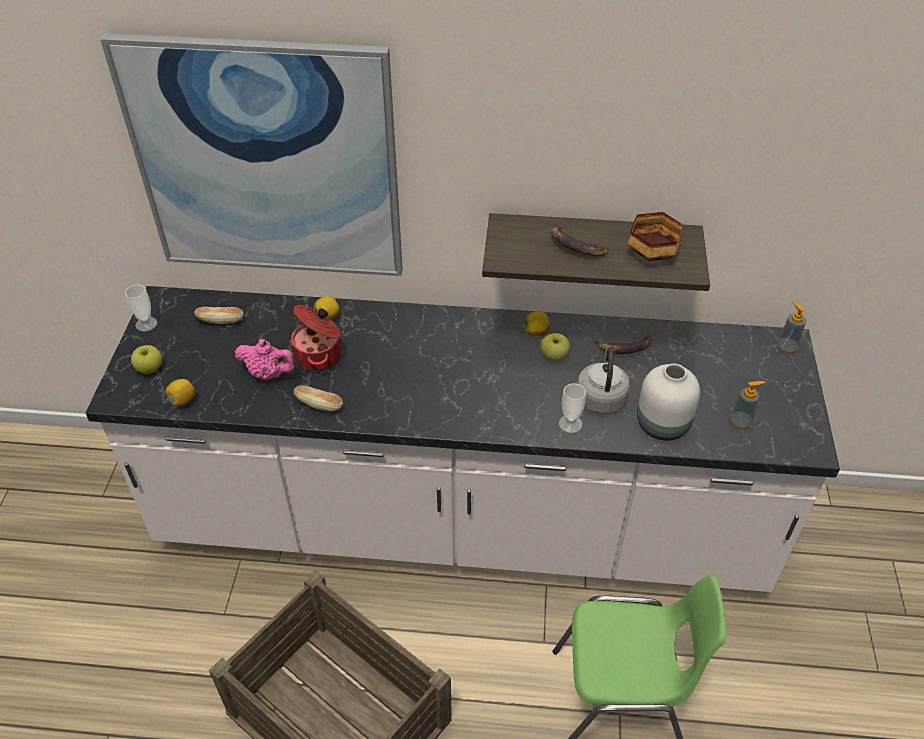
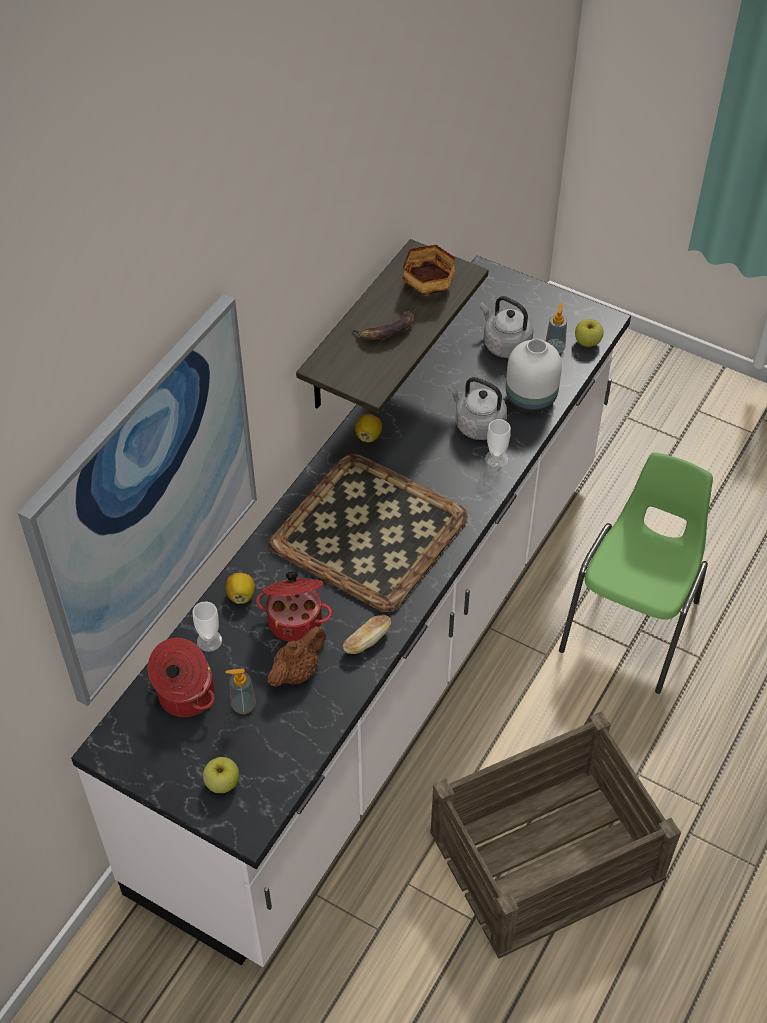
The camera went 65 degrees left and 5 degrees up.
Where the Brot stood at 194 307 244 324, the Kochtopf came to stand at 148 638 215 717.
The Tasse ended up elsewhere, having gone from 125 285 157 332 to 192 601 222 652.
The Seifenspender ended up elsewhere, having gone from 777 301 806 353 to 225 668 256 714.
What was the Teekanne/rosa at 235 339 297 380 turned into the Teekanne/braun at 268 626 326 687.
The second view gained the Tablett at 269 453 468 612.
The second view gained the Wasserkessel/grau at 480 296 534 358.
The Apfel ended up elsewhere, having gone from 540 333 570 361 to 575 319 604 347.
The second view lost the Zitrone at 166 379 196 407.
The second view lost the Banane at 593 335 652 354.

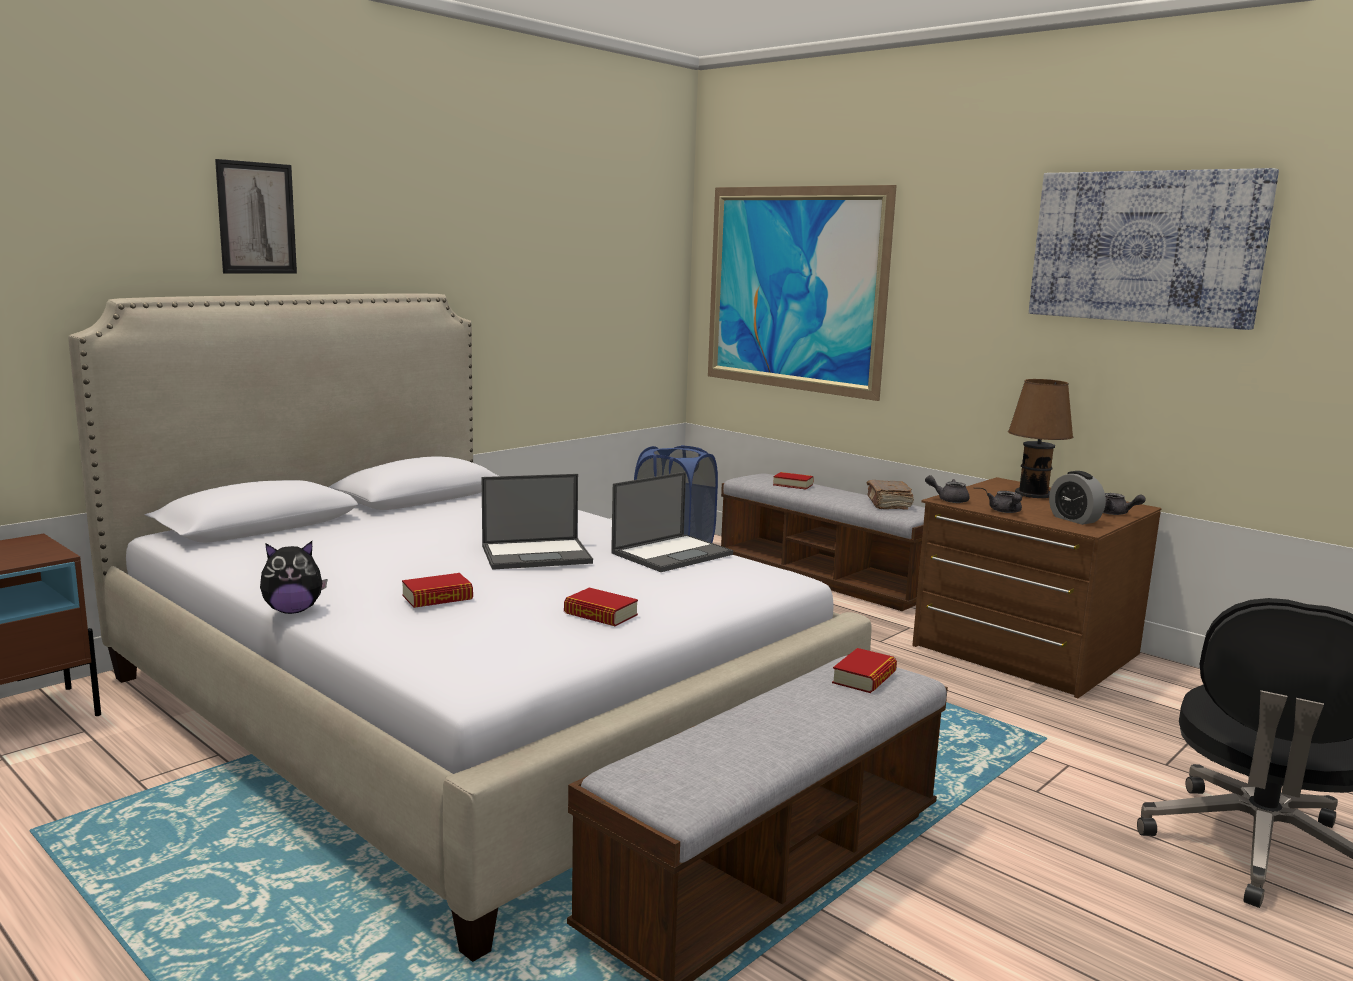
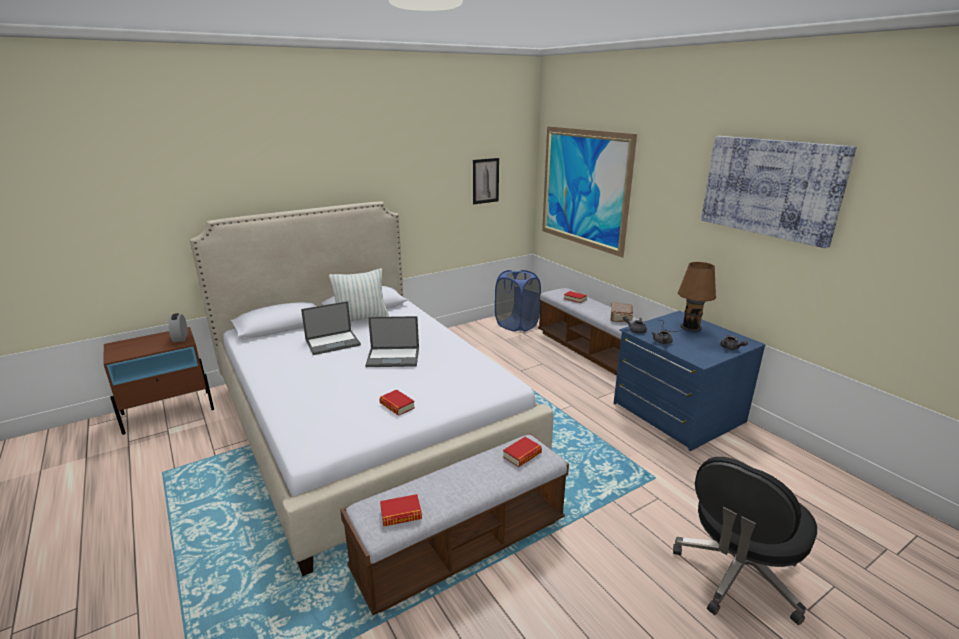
The camera went 15 degrees right and 10 degrees up.
The Wecker ended up elsewhere, having gone from 1049 471 1106 525 to 168 313 188 343.
The Laptop ended up elsewhere, having gone from 611 472 733 572 to 301 301 361 355.
The second view gained the Kissen at 329 269 389 322.
The Buch ended up elsewhere, having gone from 402 573 473 608 to 380 494 422 527.
The Bild ended up elsewhere, having gone from 215 159 297 274 to 473 158 499 204.
What was the Kommode/braun at 912 477 1162 698 turned into the Kommode/blau at 614 311 766 451.
The second view lost the Plüschtier at 260 541 327 614.

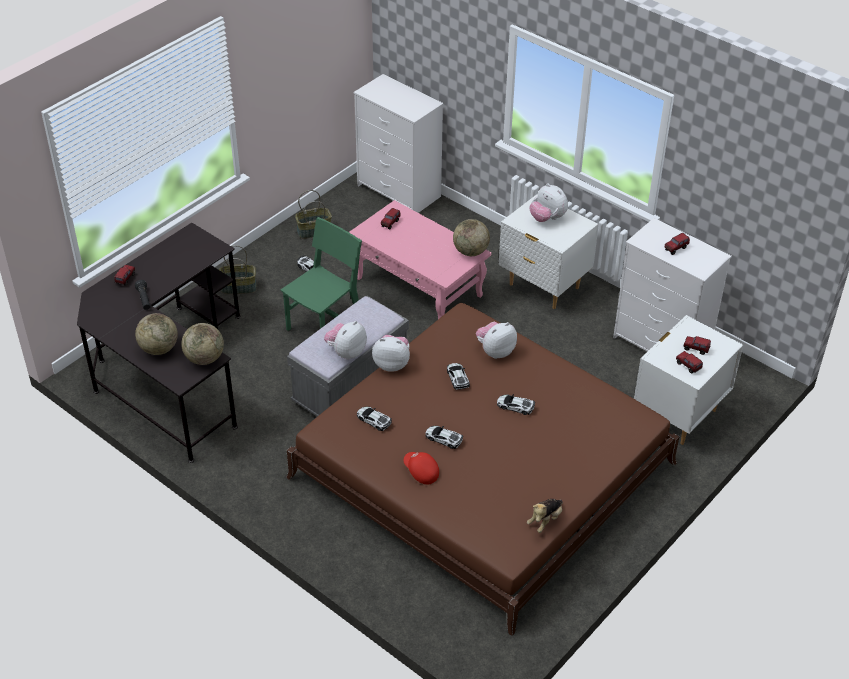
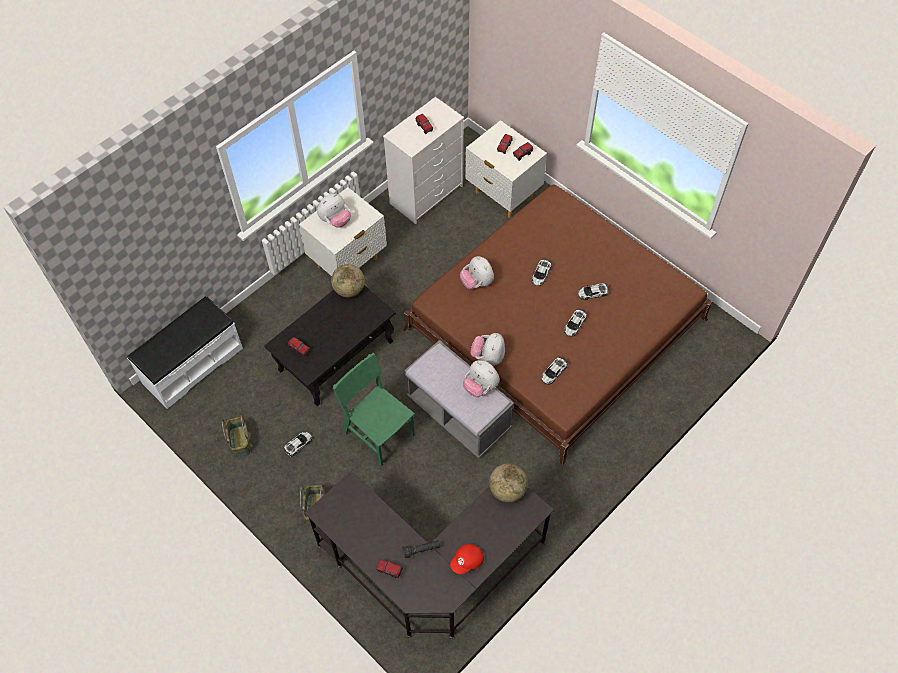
The camera went 85 degrees left and 15 degrees up.
Where the Kommode/weiß stood at 354 74 444 213, the Bank/weiß came to stand at 127 296 243 409.
What was the Couchtisch/rosa at 349 200 491 319 turned into the Couchtisch/schwarz at 264 285 396 406.
The Kappe/rot ended up elsewhere, having gone from 403 452 439 485 to 450 544 484 574.
The Spielzeugauto ended up elsewhere, having gone from 447 363 470 390 to 578 283 609 300.
The second view lost the Globus at 135 313 178 355.
The second view lost the Plüschtier at 527 499 563 533.

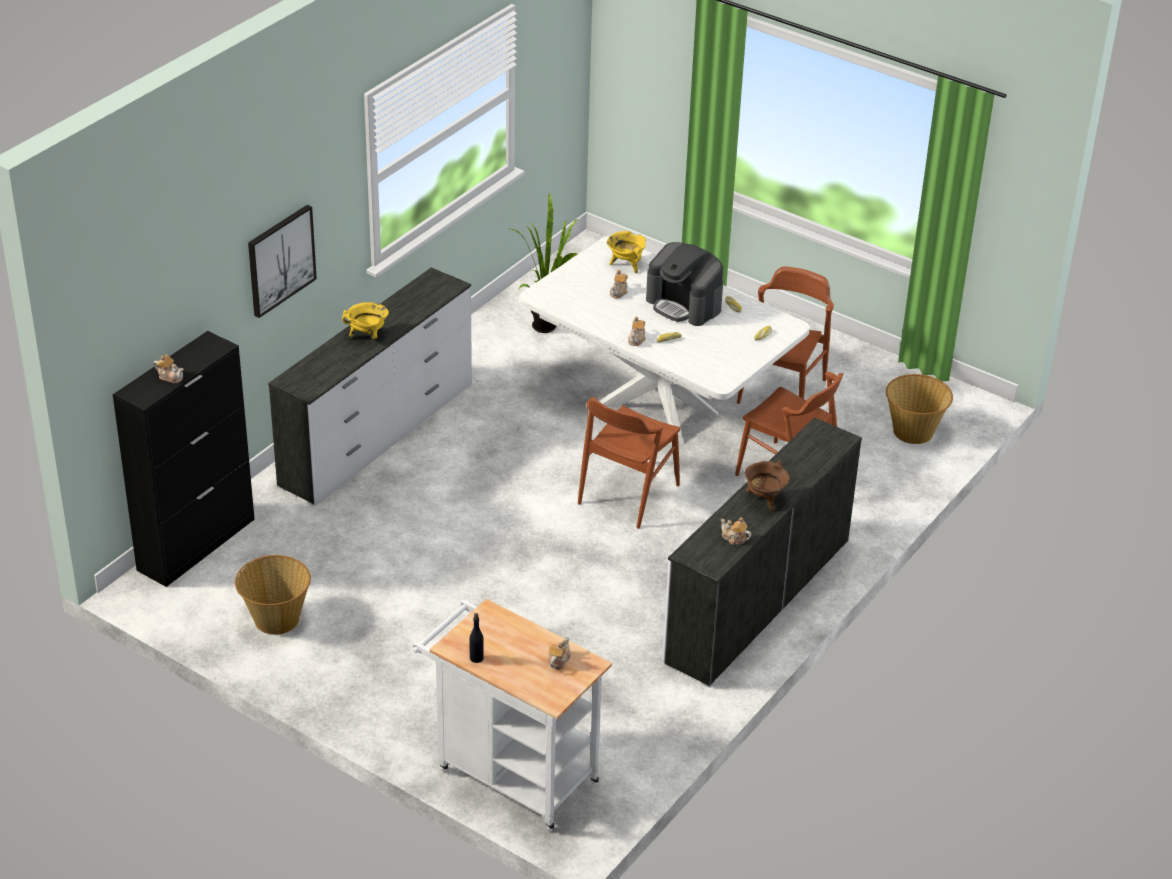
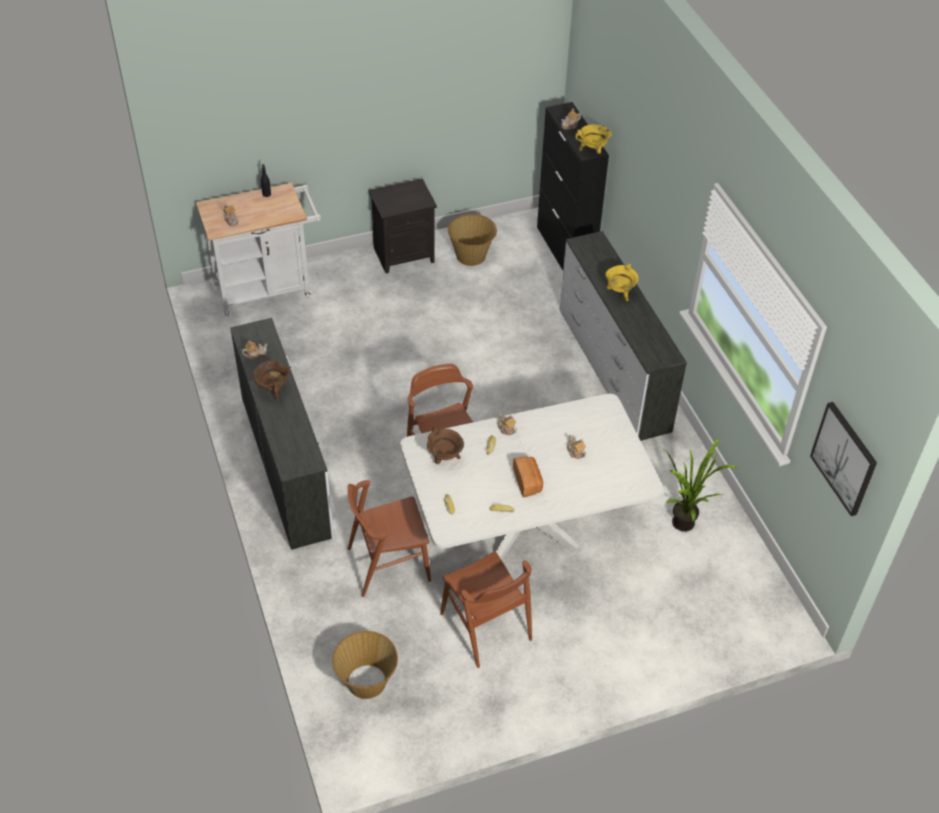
The camera went 125 degrees right and 10 degrees up.
The second view gained the Nachttisch/schwarz at 368 179 437 273.
The second view gained the Kochtopf/braun at 427 427 464 464.
Where the Kaffeemaschine stood at 646 242 723 326, the Brot came to stand at 513 456 543 497.
The Kochtopf/gelb ended up elsewhere, having gone from 607 231 646 273 to 575 124 612 154.
The Bild ended up elsewhere, having gone from 248 205 317 318 to 810 402 877 516.

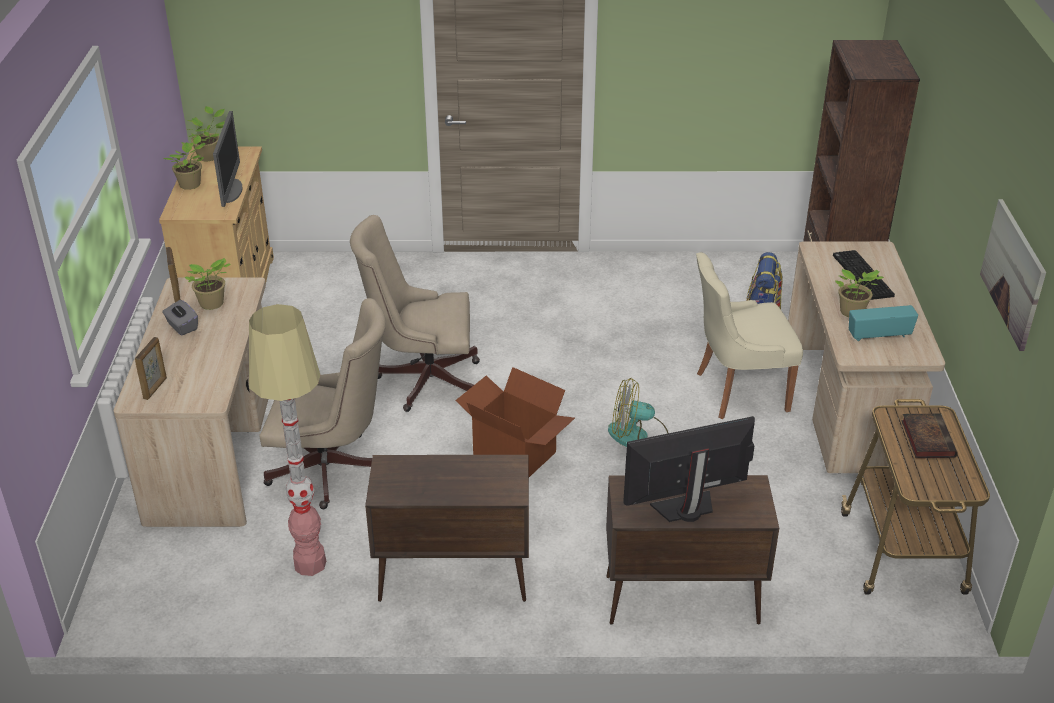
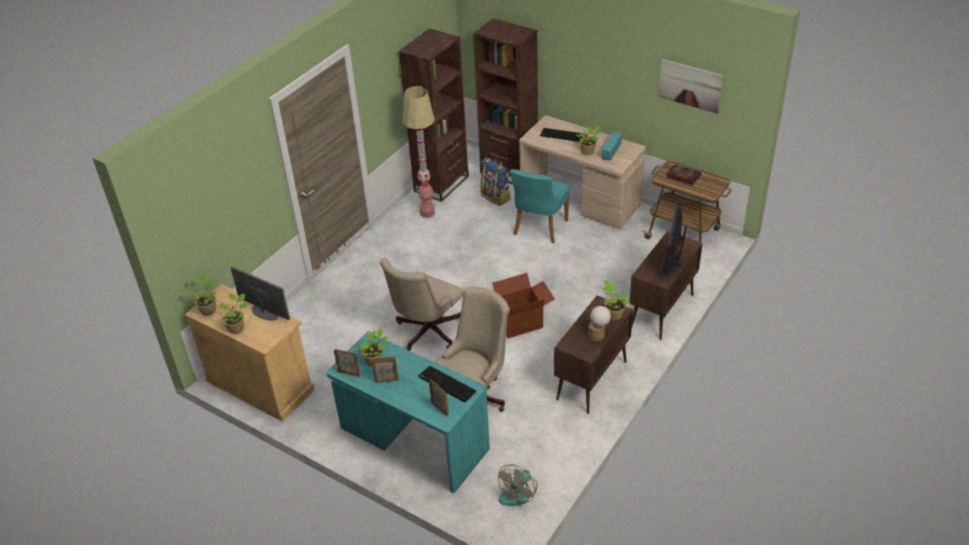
The camera went 55 degrees left and 5 degrees up.
What was the Schreibtisch/beige at 114 277 268 527 turned into the Schreibtisch/türkis at 327 333 490 493.
Where the Taschentuchbox/grau stood at 162 300 198 335, the Bilderrahmen came to stand at 372 357 398 383.
The second view gained the Bücherregal/braun at 399 29 469 202.
The Stehlampe ended up elsewhere, having gone from 249 304 326 576 to 403 86 435 218.
The second view gained the Tastatur at 418 366 476 403.
The Ventilator ended up elsewhere, having gone from 608 378 668 447 to 498 464 537 506.
What was the Stuhl/beige at 696 252 803 419 turned into the Stuhl/türkis at 509 169 570 244.
The second view gained the Tischlampe at 588 306 611 341.
The second view gained the Topfpflanze at 603 280 630 321.

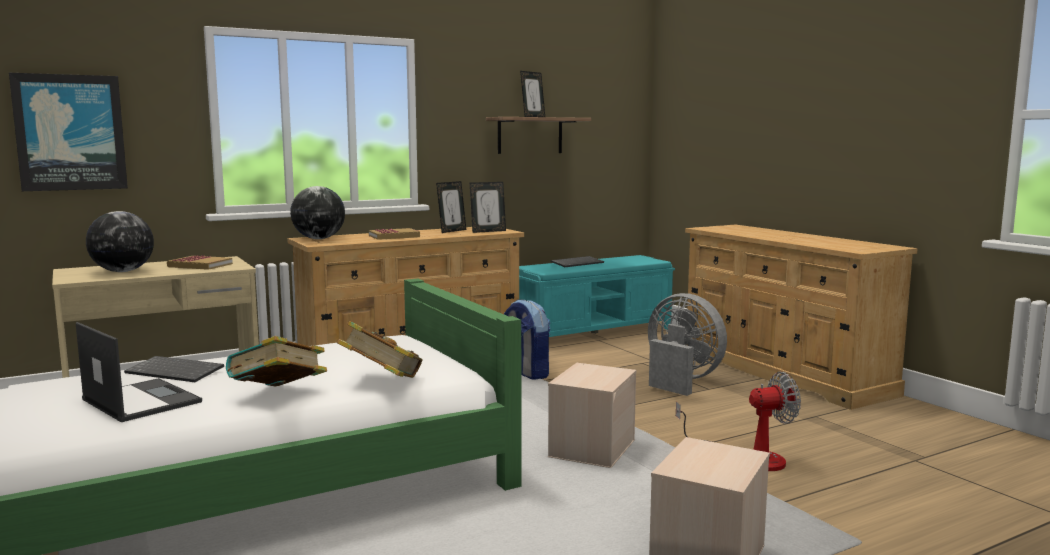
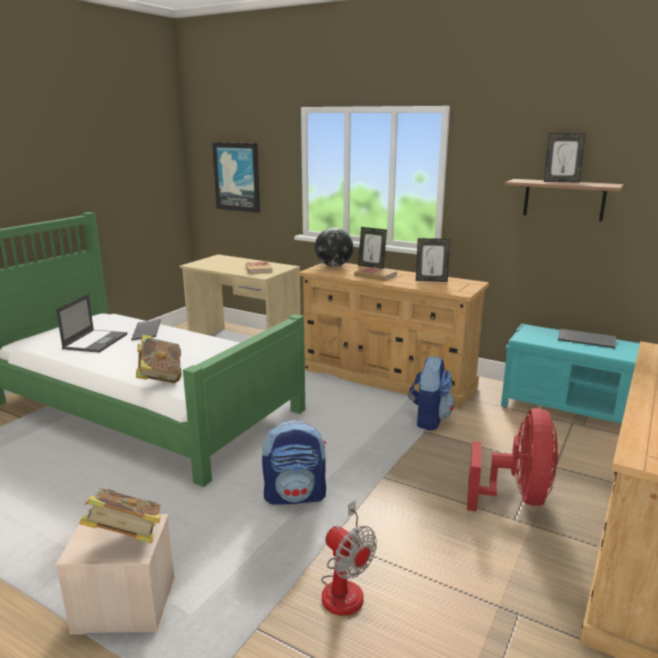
The camera went 60 degrees right and 10 degrees up.
The Buch ended up elsewhere, having gone from 226 336 327 387 to 79 488 161 543.
Where the Aufbewahrungsbox/beige stood at 548 363 637 468, the Rucksack came to stand at 262 420 326 505.
The Bilderrahmen ended up elsewhere, having gone from 470 182 506 233 to 358 227 387 269.
What was the Ventilator/grau at 648 293 727 396 turned into the Ventilator/rot at 467 408 558 512.
The second view lost the Globus at 86 211 154 272.

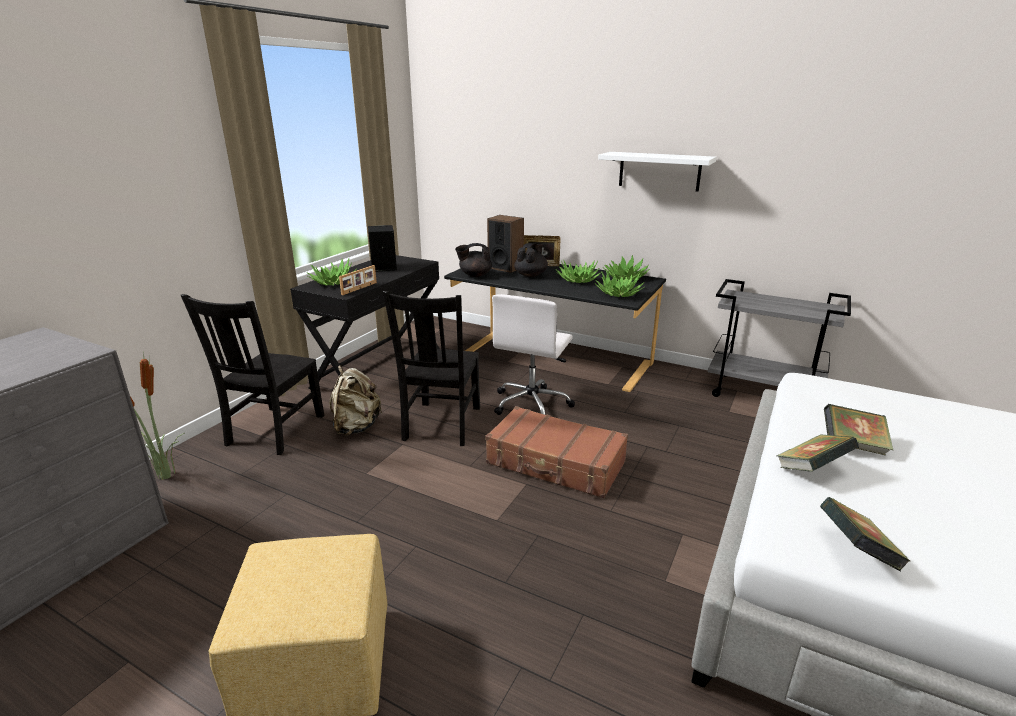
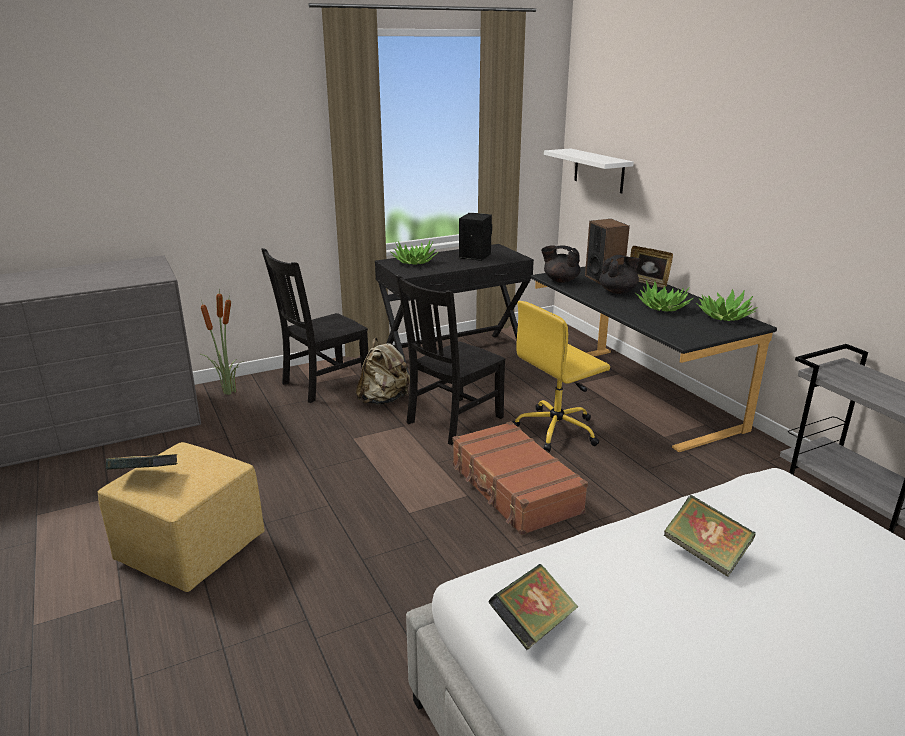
The camera went 35 degrees right and 0 degrees up.
The Buch ended up elsewhere, having gone from 776 434 859 472 to 106 454 177 470.
What was the Bürostuhl/weiß at 492 294 575 415 turned into the Bürostuhl/gelb at 512 301 610 452.
The Wandregal/weiß ended up elsewhere, having gone from 598 152 717 192 to 544 148 634 193.
The second view lost the Bilderrahmen at 339 265 377 295.
The second view lost the Topfpflanze at 596 271 644 297.

